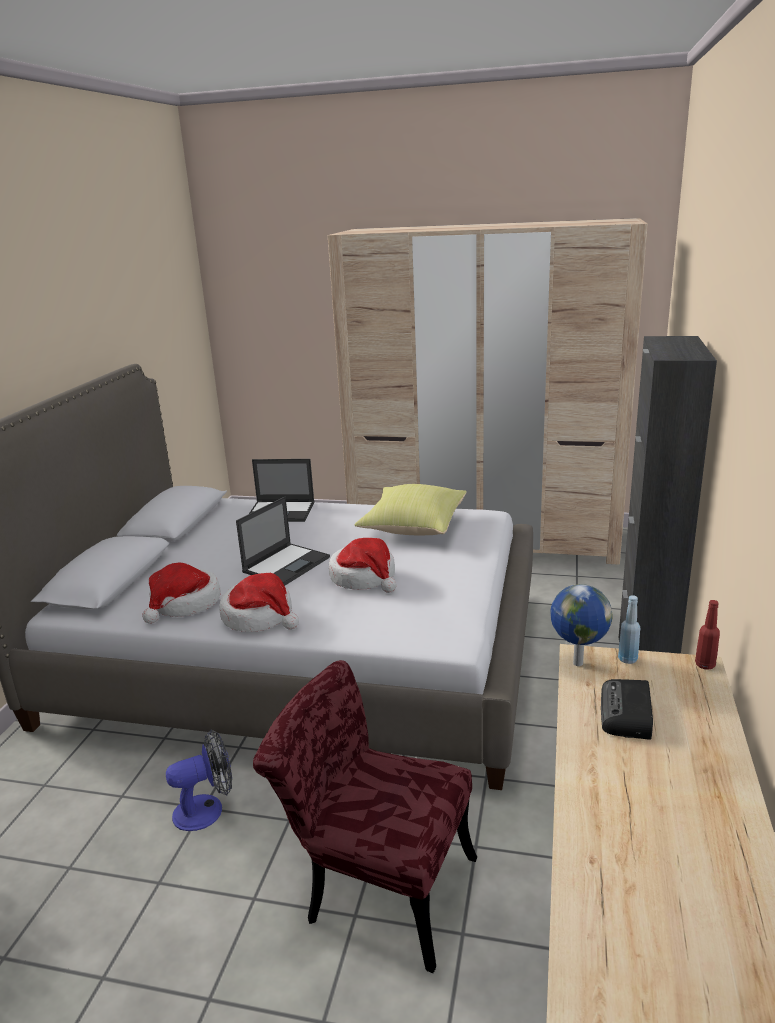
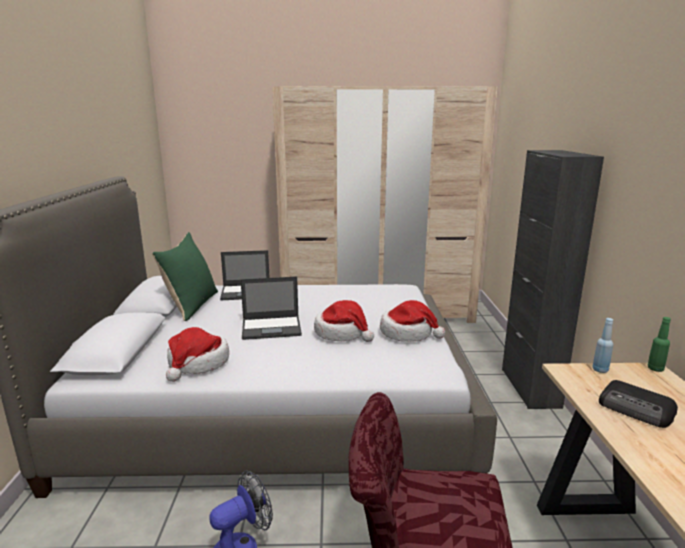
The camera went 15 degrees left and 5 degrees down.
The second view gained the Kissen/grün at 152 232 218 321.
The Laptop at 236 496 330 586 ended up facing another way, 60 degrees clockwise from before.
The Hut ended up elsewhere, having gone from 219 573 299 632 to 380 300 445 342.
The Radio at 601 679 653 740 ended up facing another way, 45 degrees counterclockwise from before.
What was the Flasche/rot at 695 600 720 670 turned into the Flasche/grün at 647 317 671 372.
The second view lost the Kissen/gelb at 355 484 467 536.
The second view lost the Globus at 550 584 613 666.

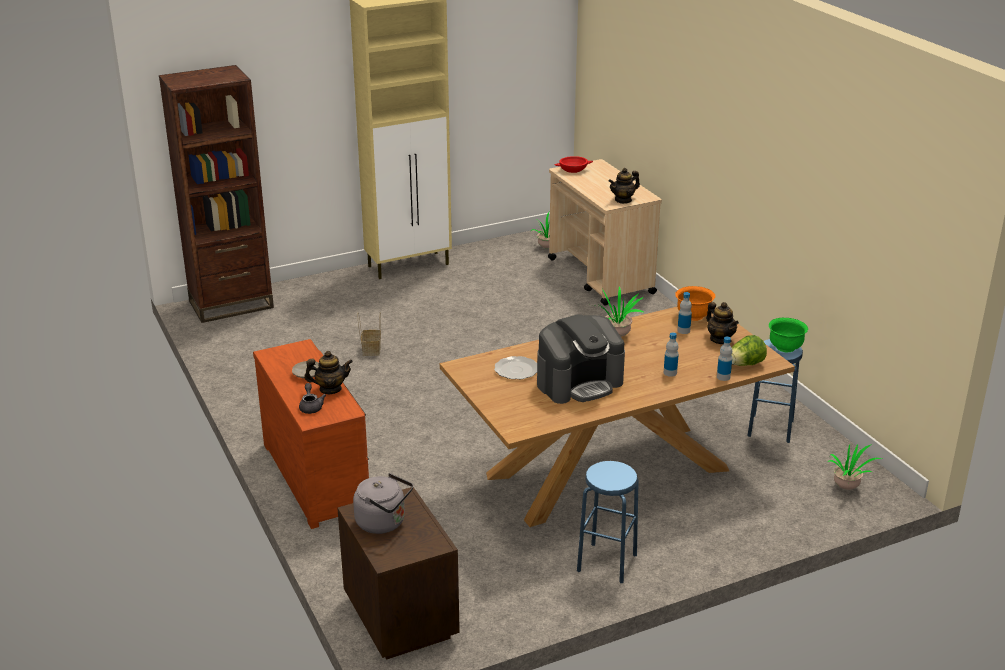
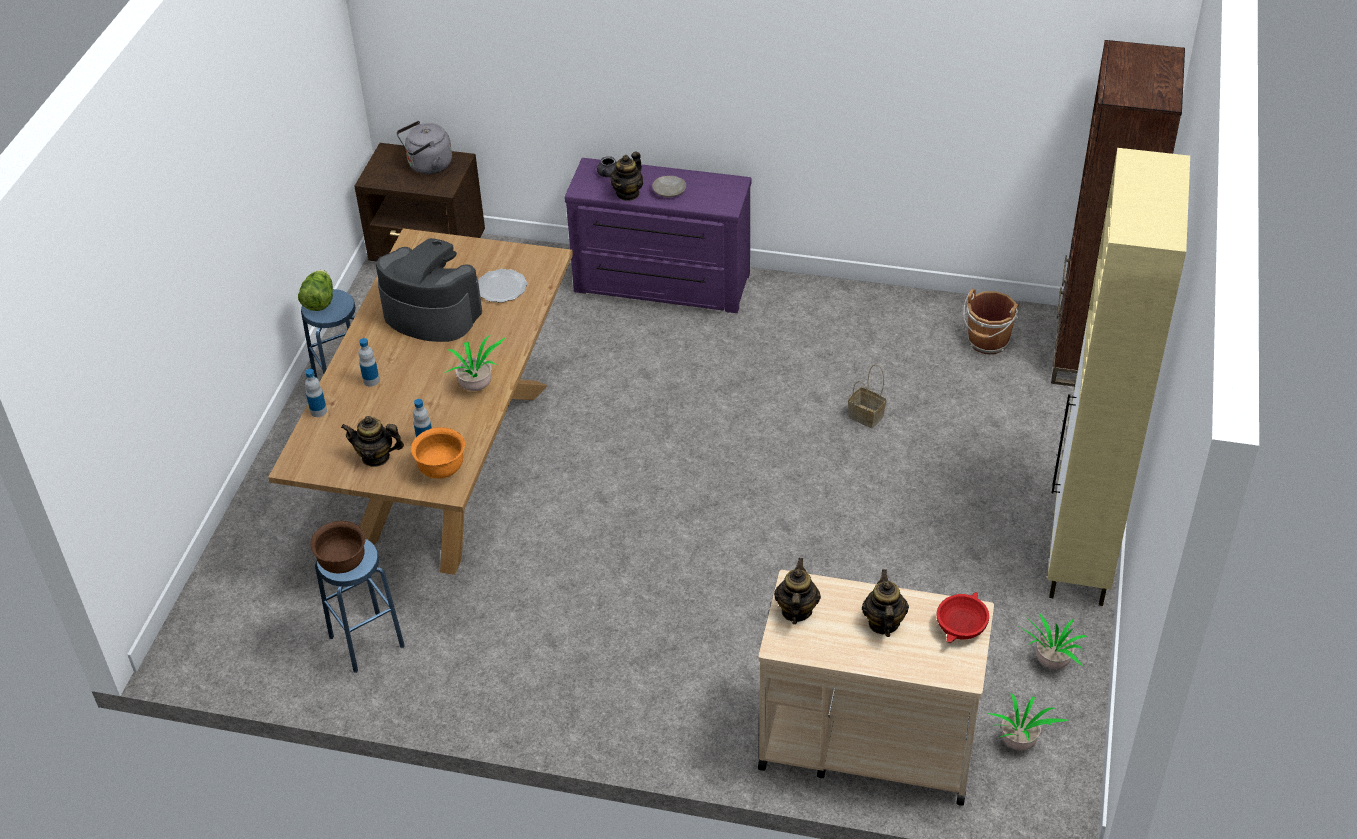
The camera went 130 degrees right and 15 degrees up.
The Salatkopf ended up elsewhere, having gone from 731 335 767 366 to 298 270 333 311.
What was the Schüssel/grün at 769 318 808 352 turned into the Schüssel/braun at 310 521 366 573.
The Kaffeemaschine at 537 314 625 404 ended up facing another way, 105 degrees clockwise from before.
What was the Kommode/braun at 253 339 369 529 turned into the Kommode/lila at 564 158 752 313.
The second view gained the Teekanne at 862 569 909 637.
The second view gained the Eimer/braun at 963 289 1019 354.
The Topfpflanze ended up elsewhere, having gone from 827 444 882 490 to 1020 612 1088 669.

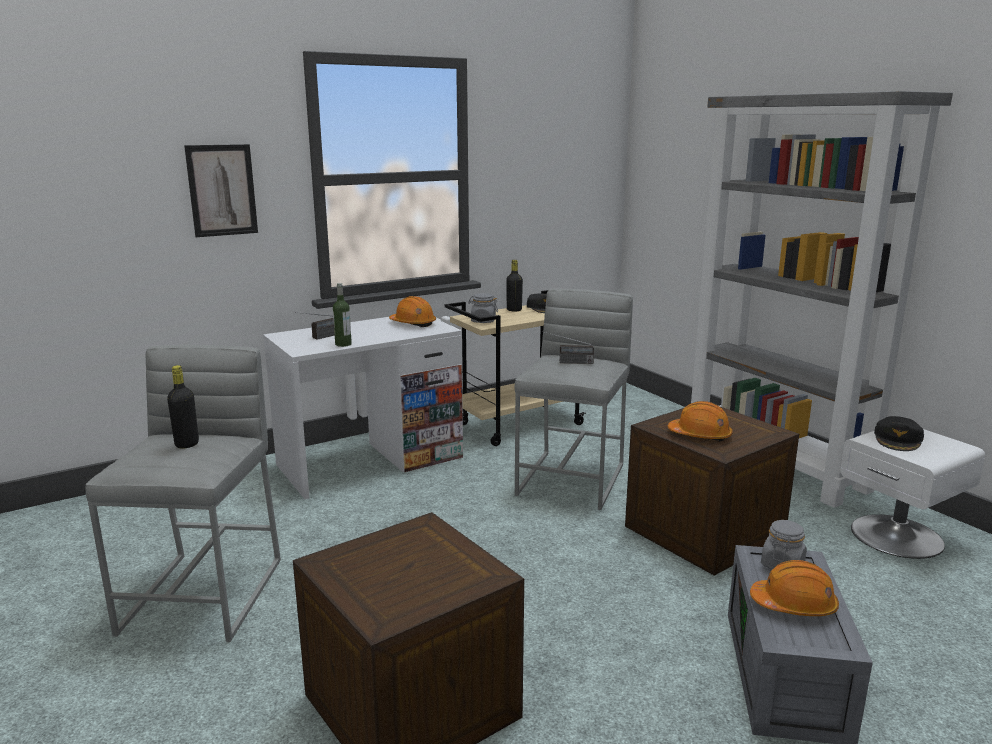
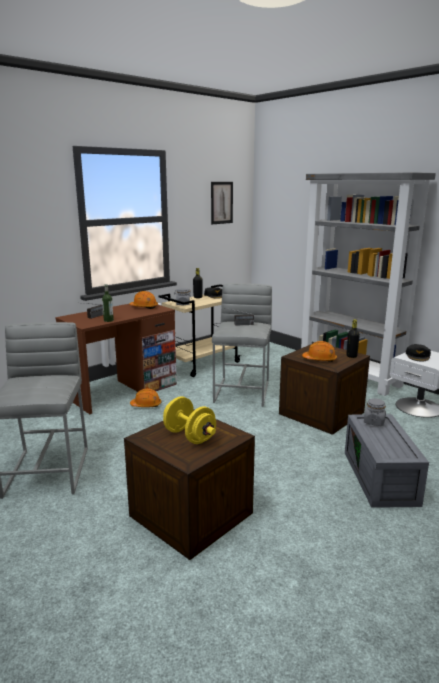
The camera went 10 degrees left and 0 degrees up.
What was the Schreibtisch/weiß at 263 317 463 499 turned into the Schreibtisch/braun at 55 304 177 414.
The Schutzhelm/orange ended up elsewhere, having gone from 750 560 839 616 to 130 388 161 407.
The second view gained the Hantel/gelb at 163 396 216 444.
The Bild ended up elsewhere, having gone from 184 144 258 237 to 211 182 233 224.
The Flasche/schwarz ended up elsewhere, having gone from 167 365 199 448 to 346 319 360 358.

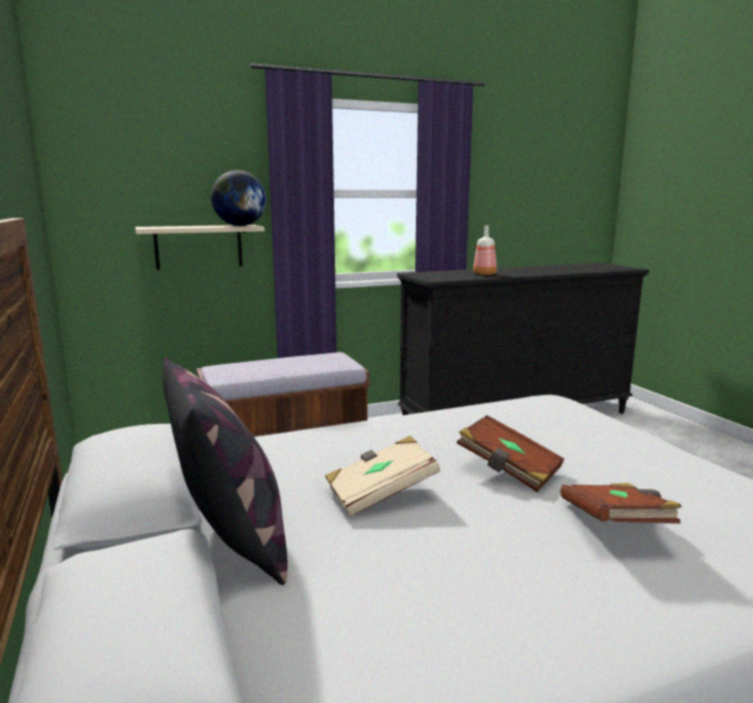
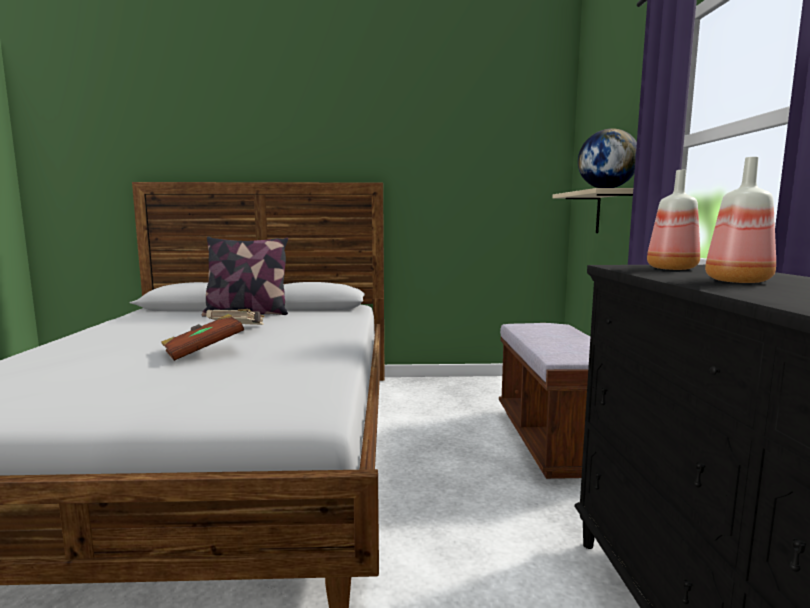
The camera went 110 degrees right and 5 degrees down.
The second view gained the Flasche at 647 170 700 270.
The second view lost the Buch/braun at 560 483 682 524.

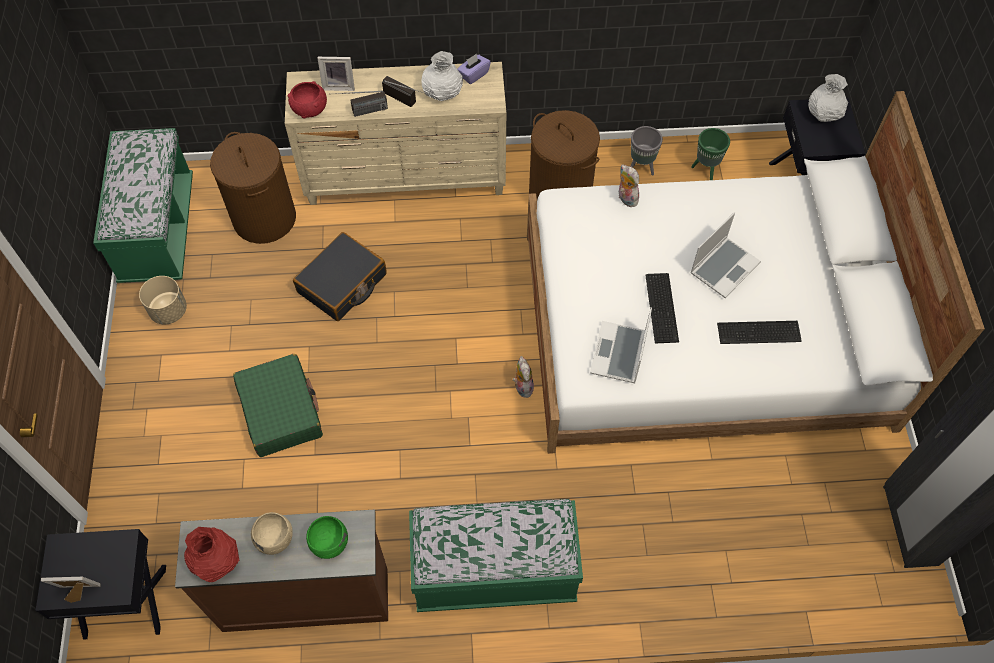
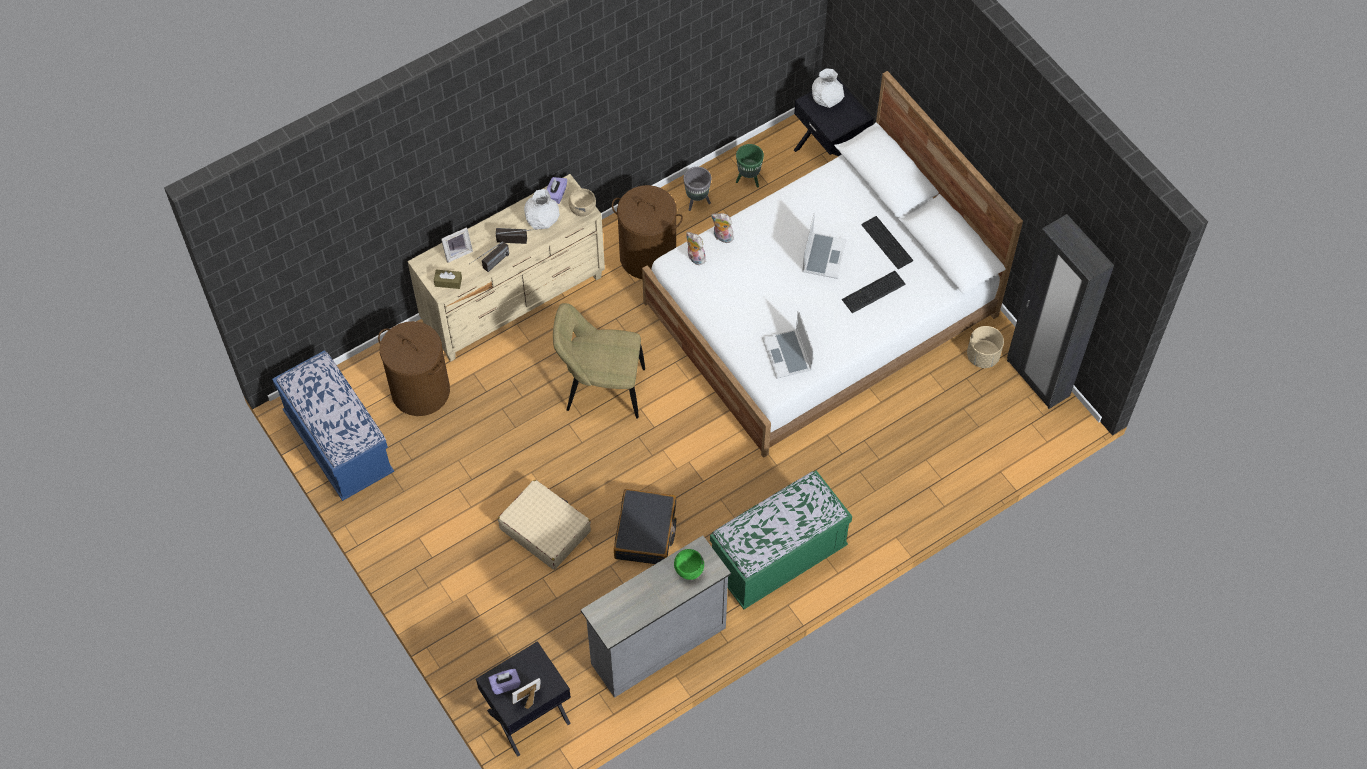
The camera went 30 degrees left and 0 degrees up.
What was the Bank/grün at 93 128 193 283 turned into the Bank/blau at 272 350 394 501.
Where the Schüssel/rot stood at 288 81 327 118, the Taschentuchbox/braun came to stand at 434 270 462 289.
The second view gained the Taschentuchbox/lila at 488 669 521 695.
What was the Koffer/grün at 233 354 323 457 turned into the Koffer/beige at 498 480 591 570.
The second view gained the Stuhl/beige at 553 303 645 419.
The Schüssel/beige ended up elsewhere, having gone from 251 512 293 555 to 568 189 596 217.
What was the Kommode/braun at 175 509 388 632 turned into the Kommode/grau at 581 536 731 698.
The Koffer/schwarz ended up elsewhere, having gone from 293 232 387 321 to 614 489 677 564.
The Plüschtier ended up elsewhere, having gone from 513 356 534 398 to 686 232 706 265.
The Tastatur ended up elsewhere, having gone from 645 273 679 343 to 861 216 914 269.
The Pflanzkübel/beige ended up elsewhere, having gone from 139 276 187 324 to 967 326 1004 368.
The second view lost the Vase/rot at 184 527 239 582.

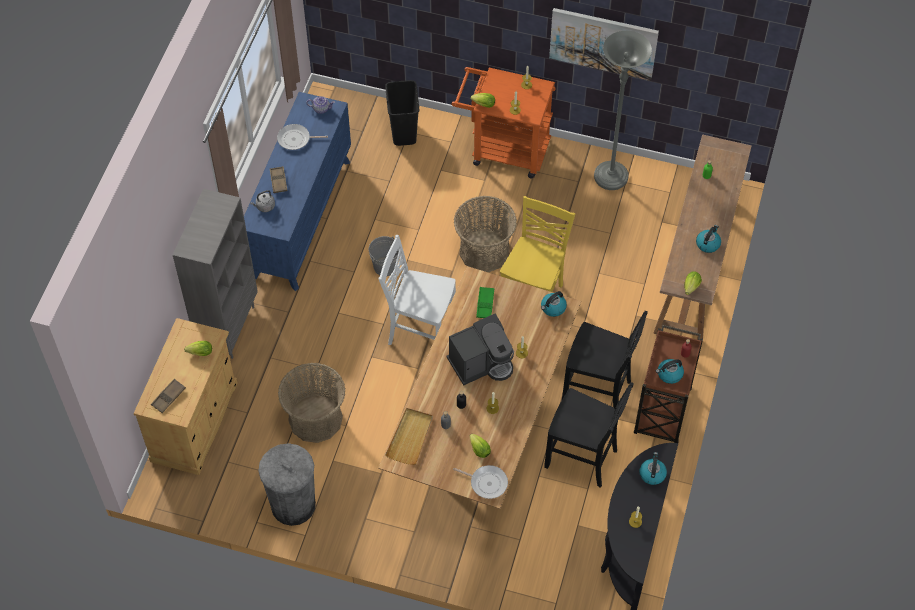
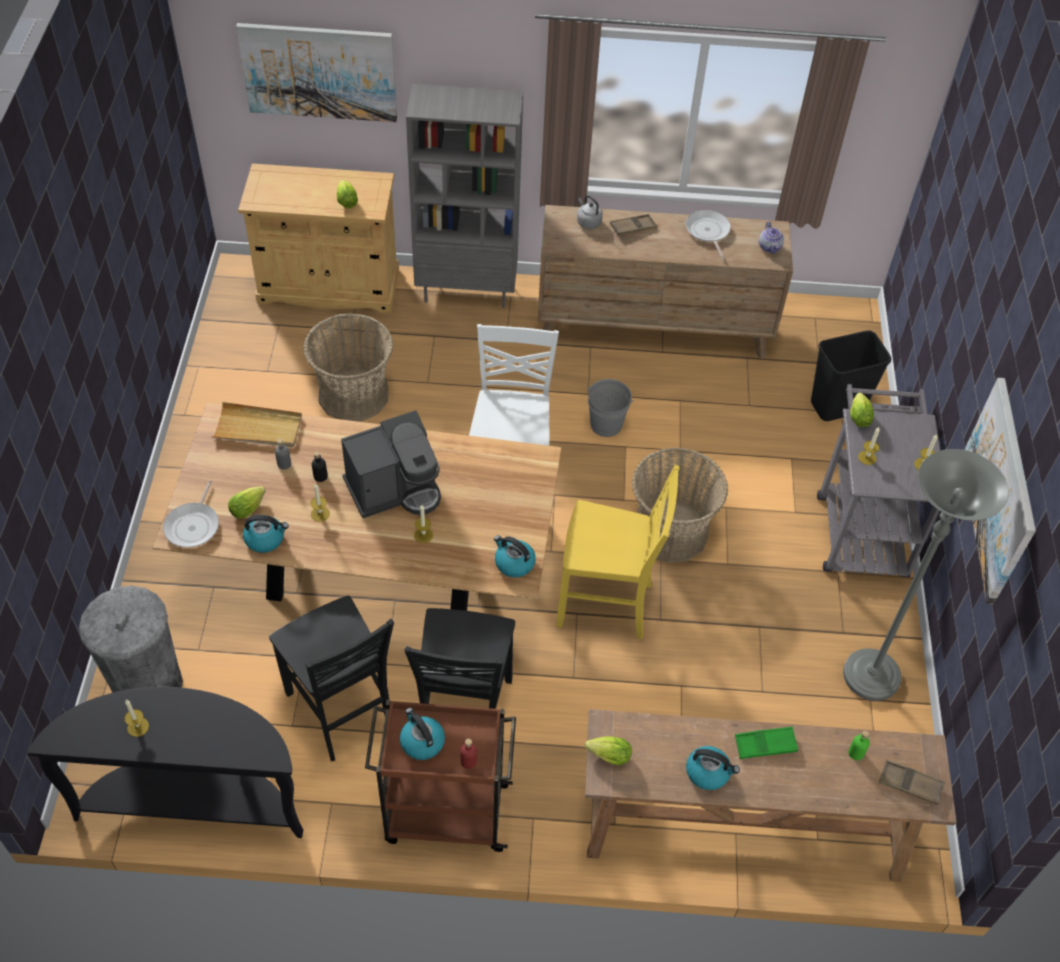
The camera went 75 degrees right and 5 degrees down.
The Mülleimer/grau ended up elsewhere, having gone from 258 443 316 526 to 79 586 183 693.
The second view gained the Bild at 236 23 397 122.
The Wasserkessel ended up elsewhere, having gone from 639 452 667 485 to 243 515 289 553.
The Stuhl/schwarz at 544 382 634 488 ended up facing another way, 45 degrees counterclockwise from before.
The Kaffeemaschine at 446 313 514 385 ended up facing another way, 75 degrees counterclockwise from before.
What was the Kommode/blau at 244 92 351 291 turned into the Kommode/braun at 538 205 793 359.
The Tablett/grün ended up elsewhere, having gone from 476 287 494 318 to 735 727 798 759.
What was the Rollwagen/orange at 451 67 556 179 turned into the Rollwagen/grau at 817 384 941 578.
The Tablett/braun ended up elsewhere, having gone from 151 379 186 413 to 879 760 945 805.

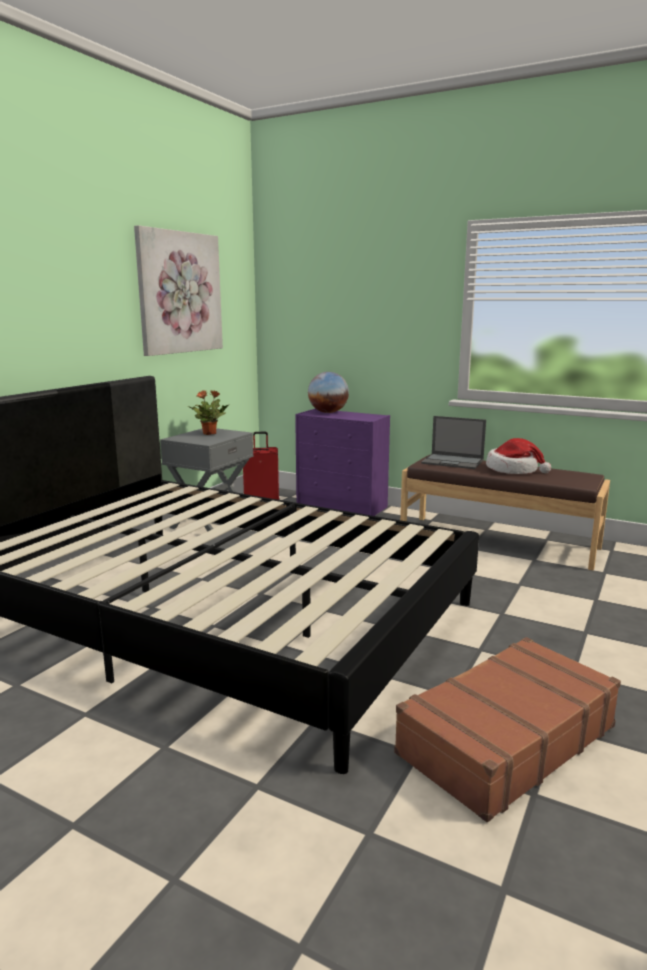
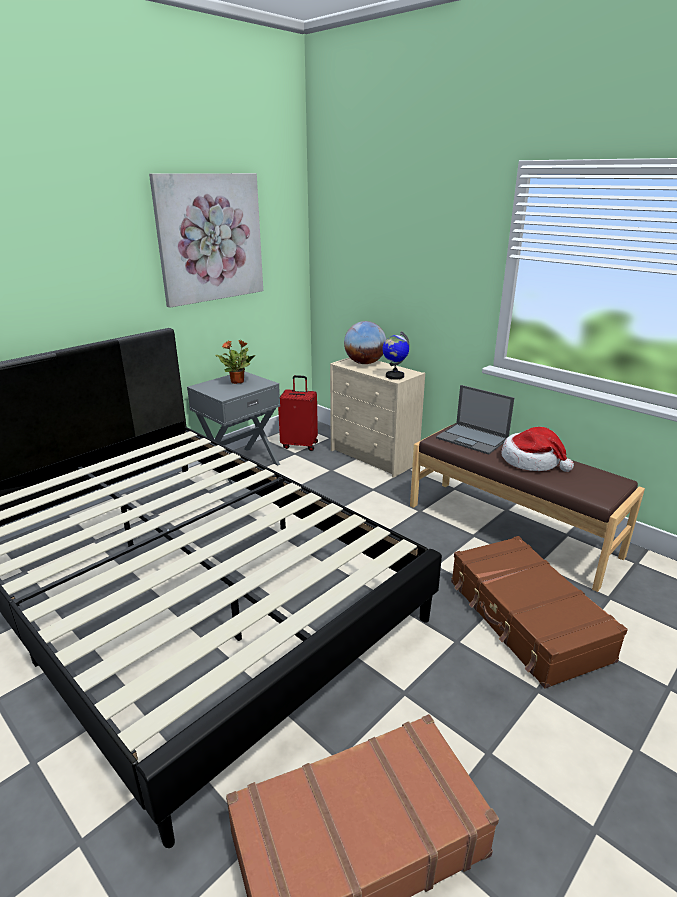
The camera went 15 degrees right and 10 degrees up.
What was the Kommode/lila at 295 409 390 516 turned into the Kommode/beige at 330 357 425 478.
The second view gained the Globus at 382 331 409 380.
The second view gained the Koffer/braun at 451 536 628 689.

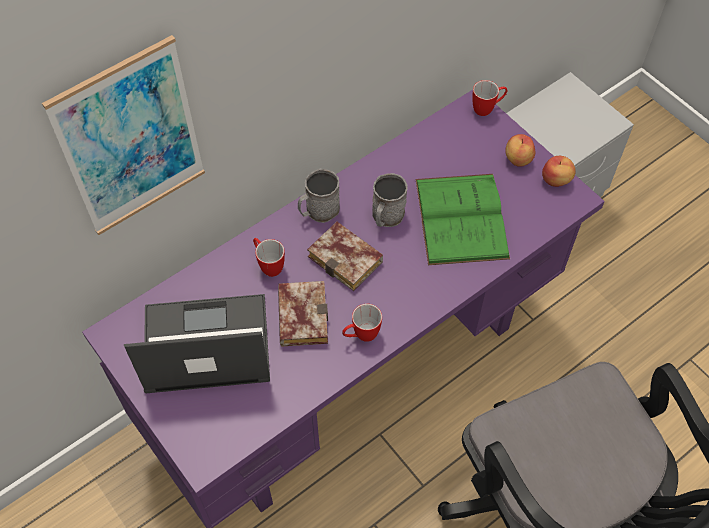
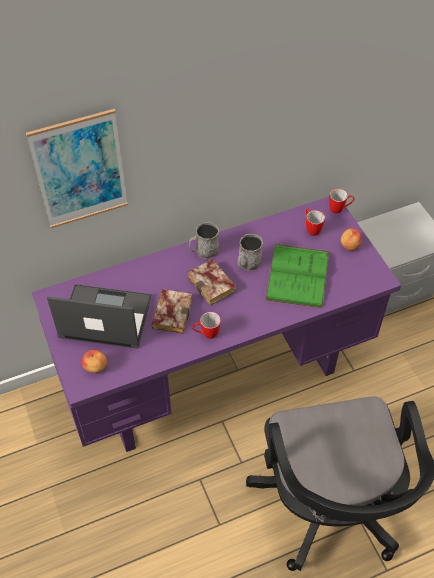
The camera went 15 degrees right and 5 degrees down.
The Apfel ended up elsewhere, having gone from 542 156 576 187 to 82 350 107 373.
The Henkelbecher ended up elsewhere, having gone from 253 238 285 277 to 306 209 325 236.

